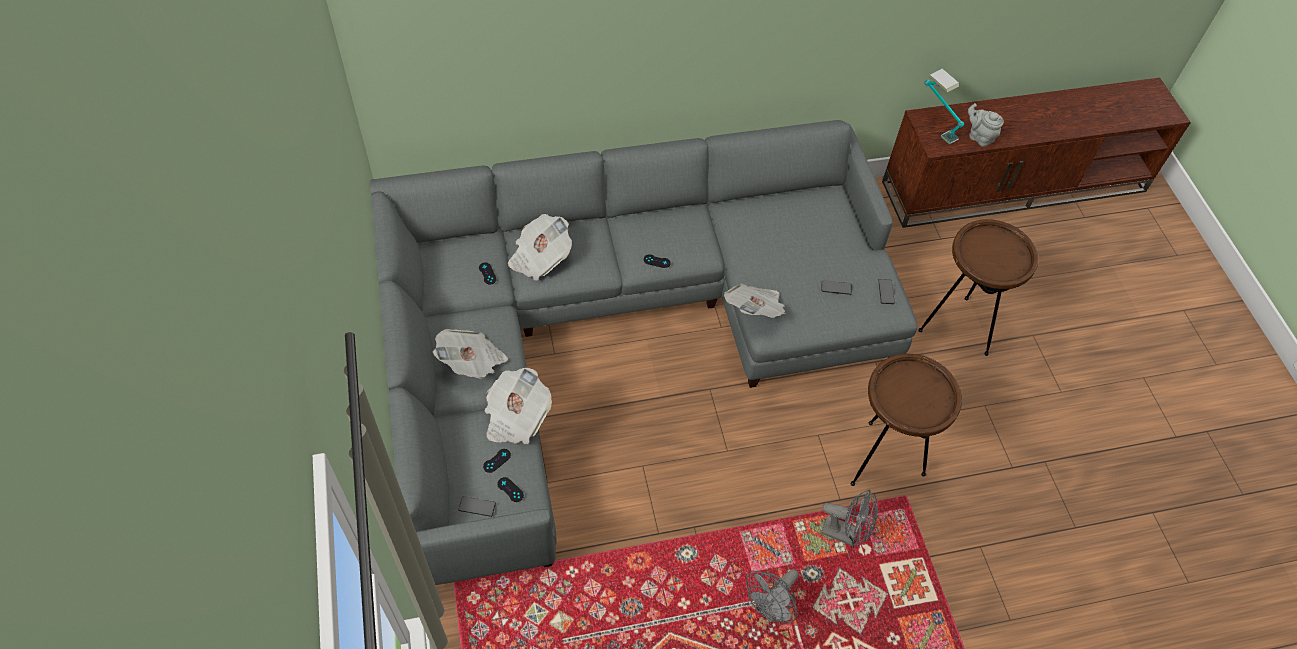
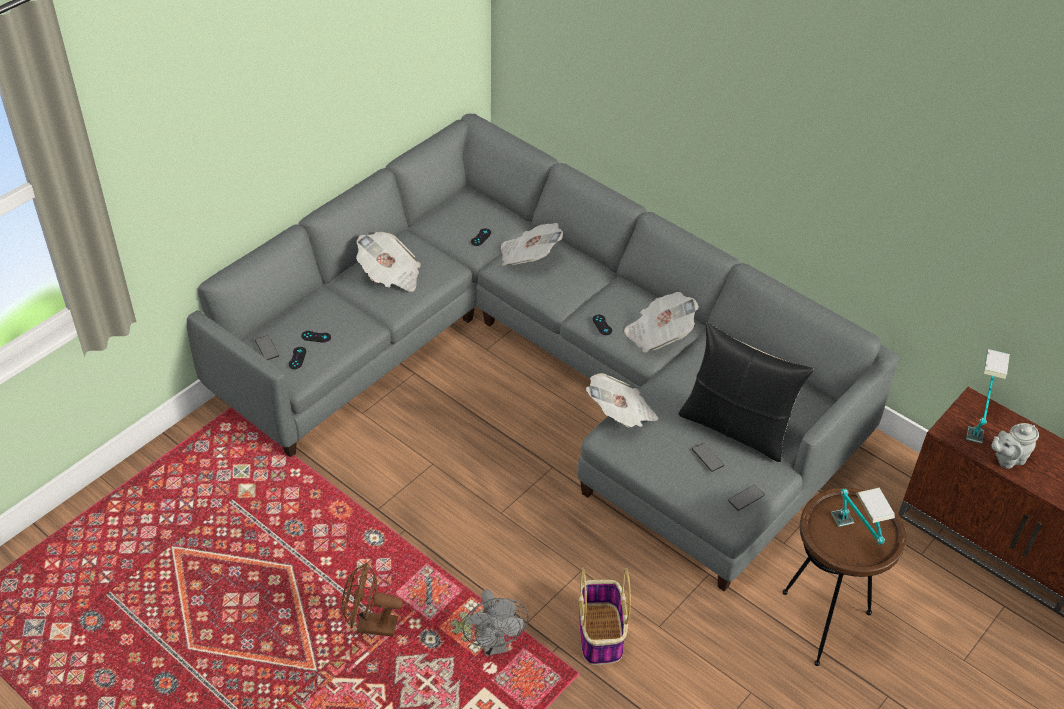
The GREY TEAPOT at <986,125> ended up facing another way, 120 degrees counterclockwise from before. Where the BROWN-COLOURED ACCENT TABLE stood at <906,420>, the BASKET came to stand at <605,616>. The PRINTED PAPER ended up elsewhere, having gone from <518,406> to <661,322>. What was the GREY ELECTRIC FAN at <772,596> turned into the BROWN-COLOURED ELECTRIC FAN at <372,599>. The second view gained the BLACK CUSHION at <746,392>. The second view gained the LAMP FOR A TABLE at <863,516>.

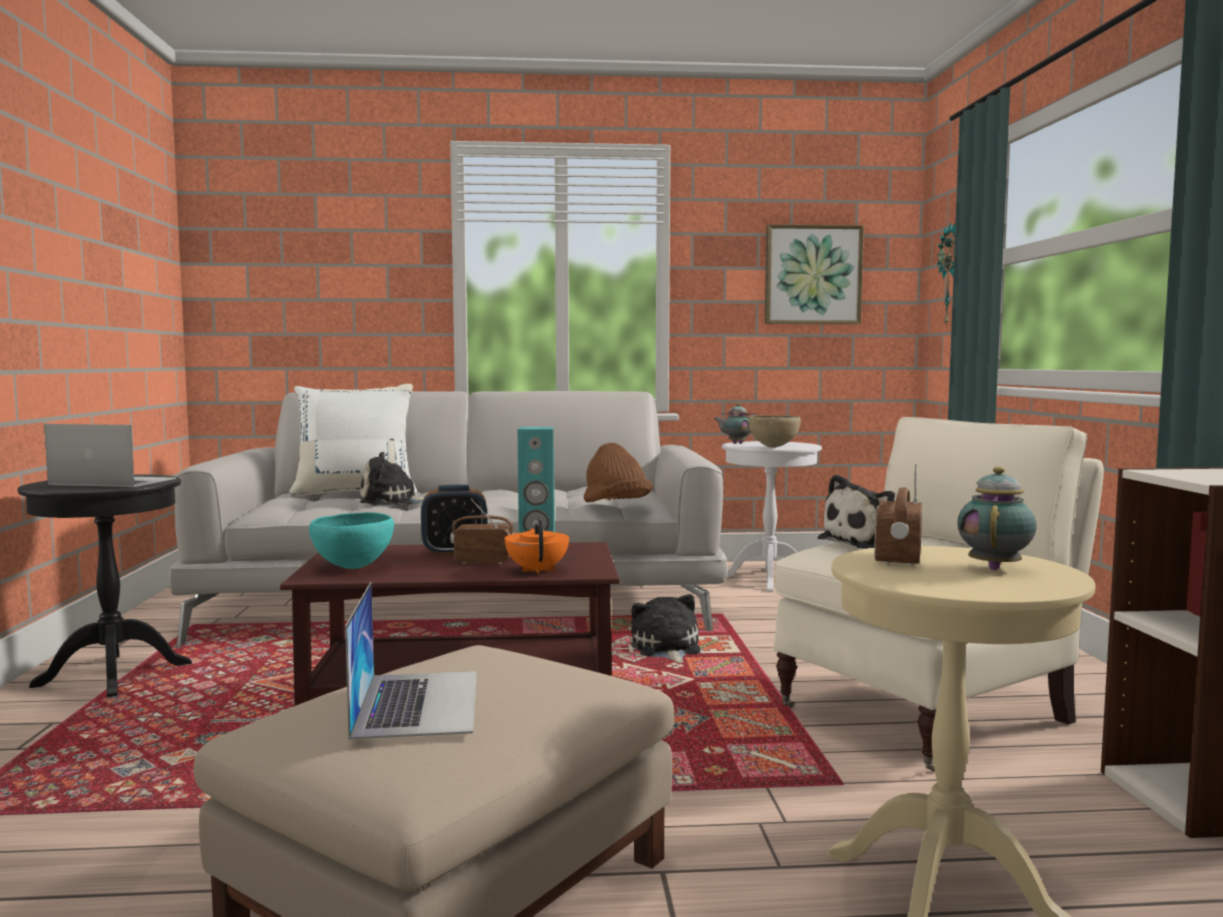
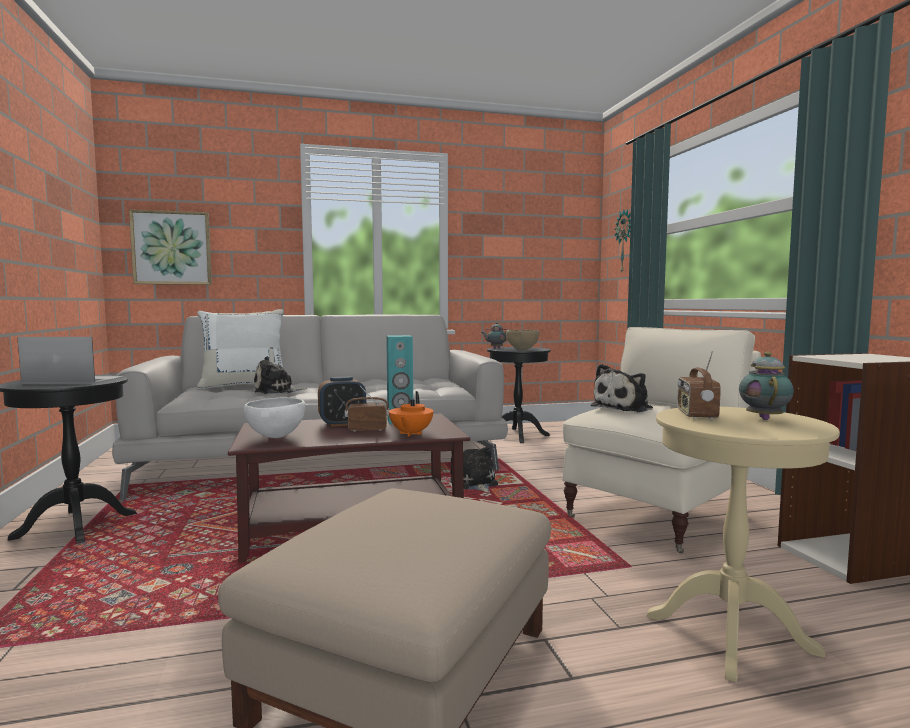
The WALL PICTURE ended up elsewhere, having gone from <814,274> to <170,247>. What was the WHITISH ACCENT TABLE at <772,516> turned into the BLACK ACCENT TABLE at <519,395>. The second view lost the BROWN-COLOURED WEARABLE HAT at <618,472>. What was the BLUE-GREEN DEEP DISH at <351,540> turned into the WHITISH DEEP DISH at <275,417>. The ORANGEY TEAPOT at <537,547> ended up facing another way, 150 degrees counterclockwise from before. The second view lost the LAPTOP at <411,660>.

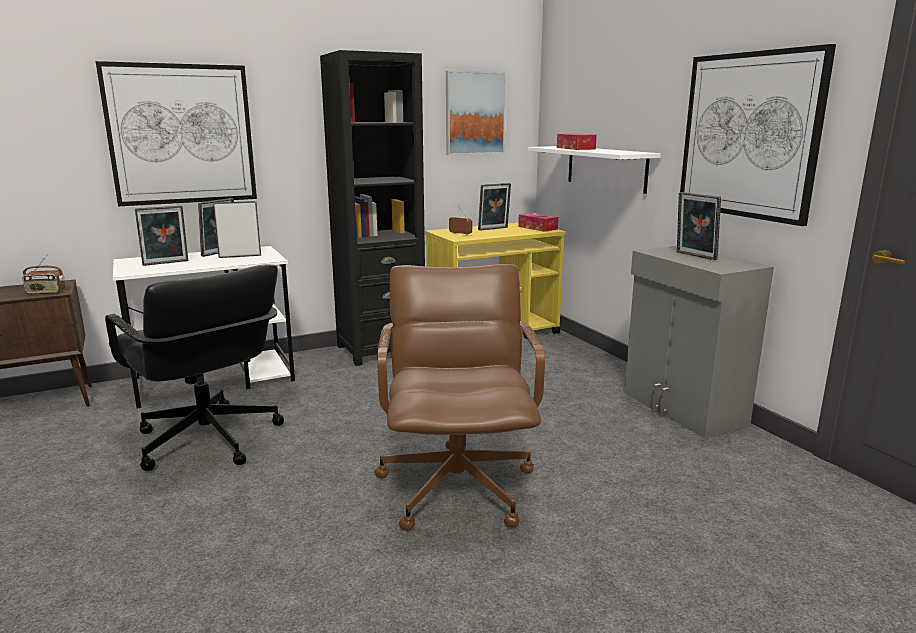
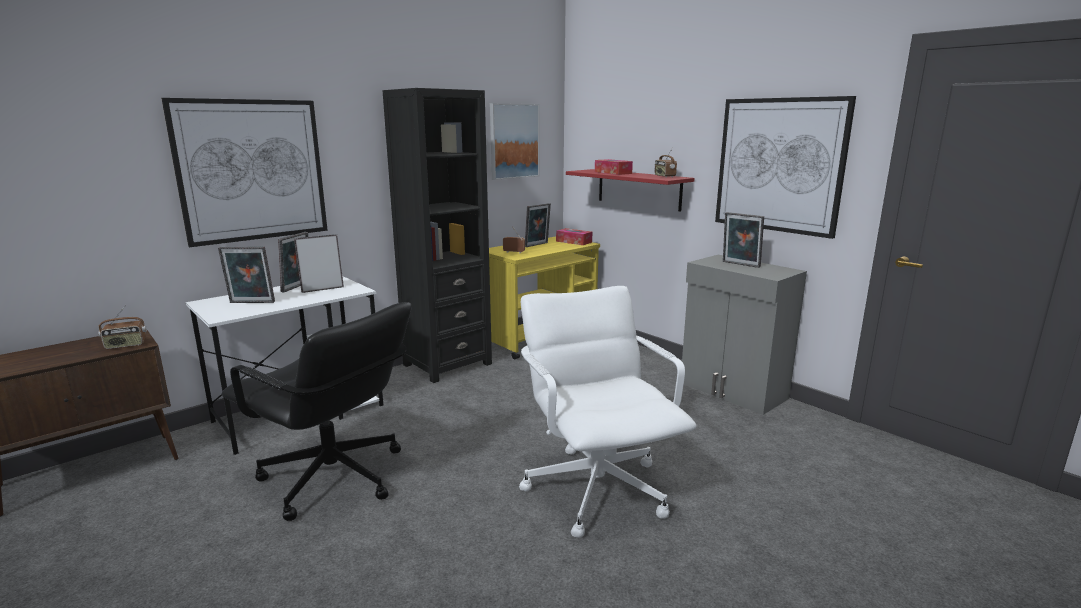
What was the WHITISH BRACKET SHELF at <594,170> turned into the RED BRACKET SHELF at <630,190>. The STANDING FRAME at <161,235> ended up facing another way, 45 degrees clockwise from before. What was the BROWN-COLOURED DESK CHAIR at <459,397> turned into the WHITISH DESK CHAIR at <608,412>. The second view gained the RADIO at <665,162>.

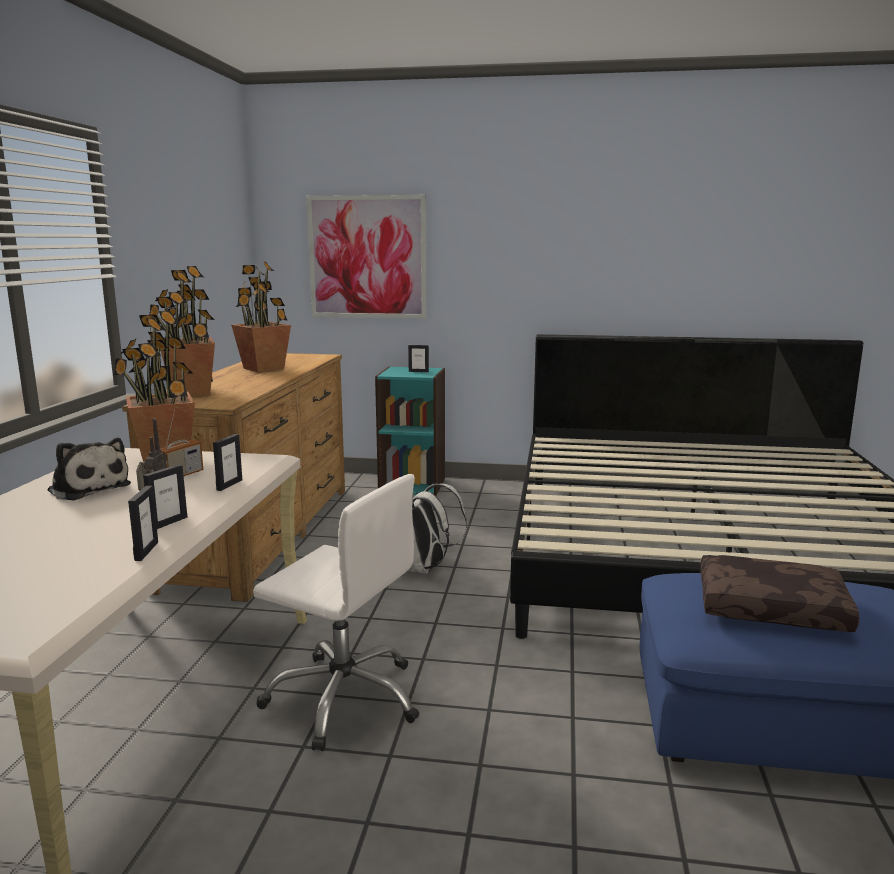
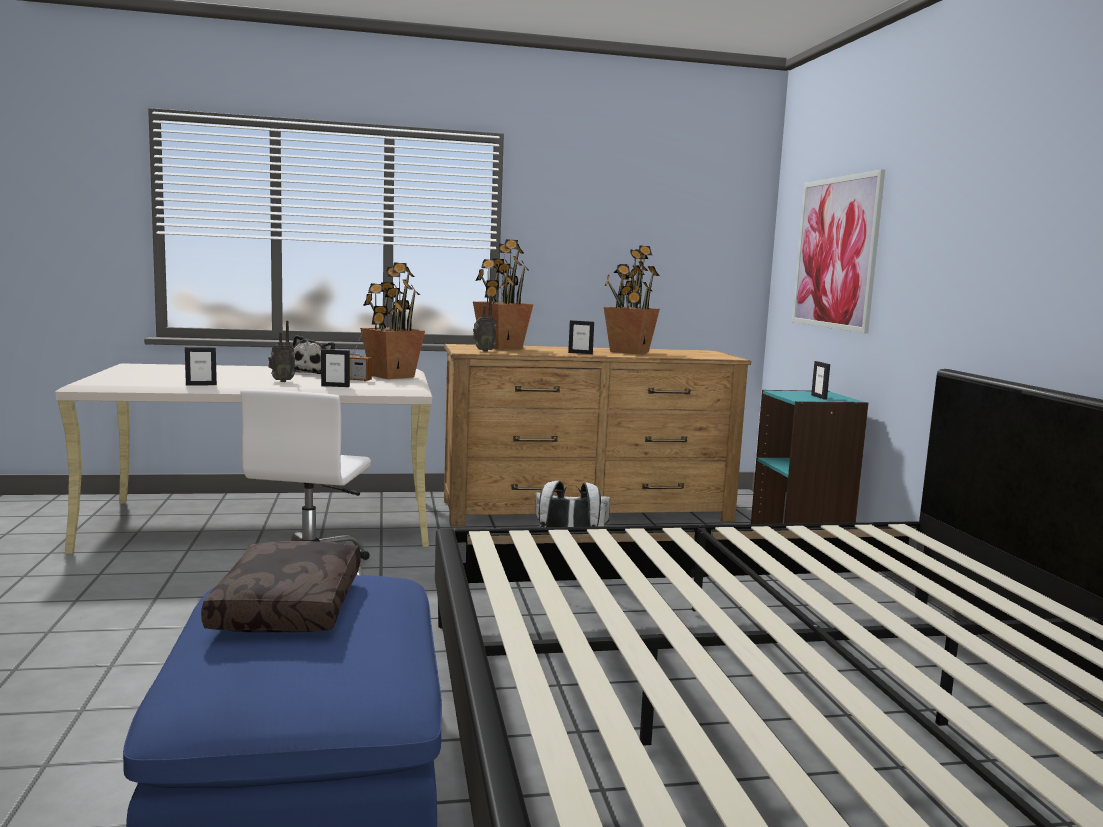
The STANDING FRAME ended up elsewhere, having gone from <165,496> to <581,337>. The second view gained the RADIO at <485,323>.

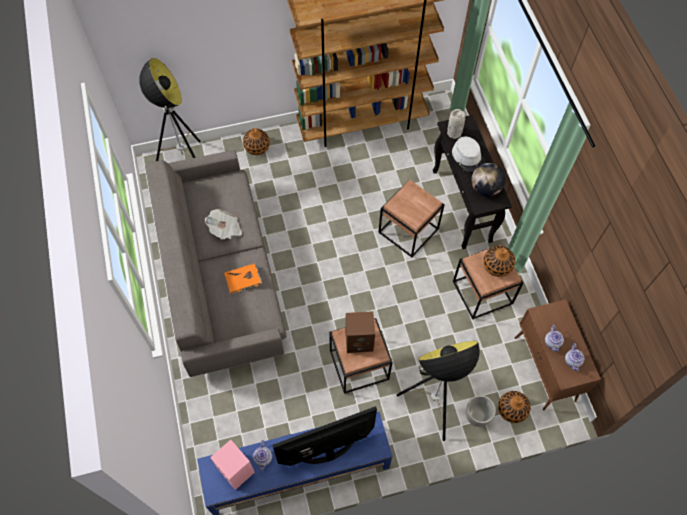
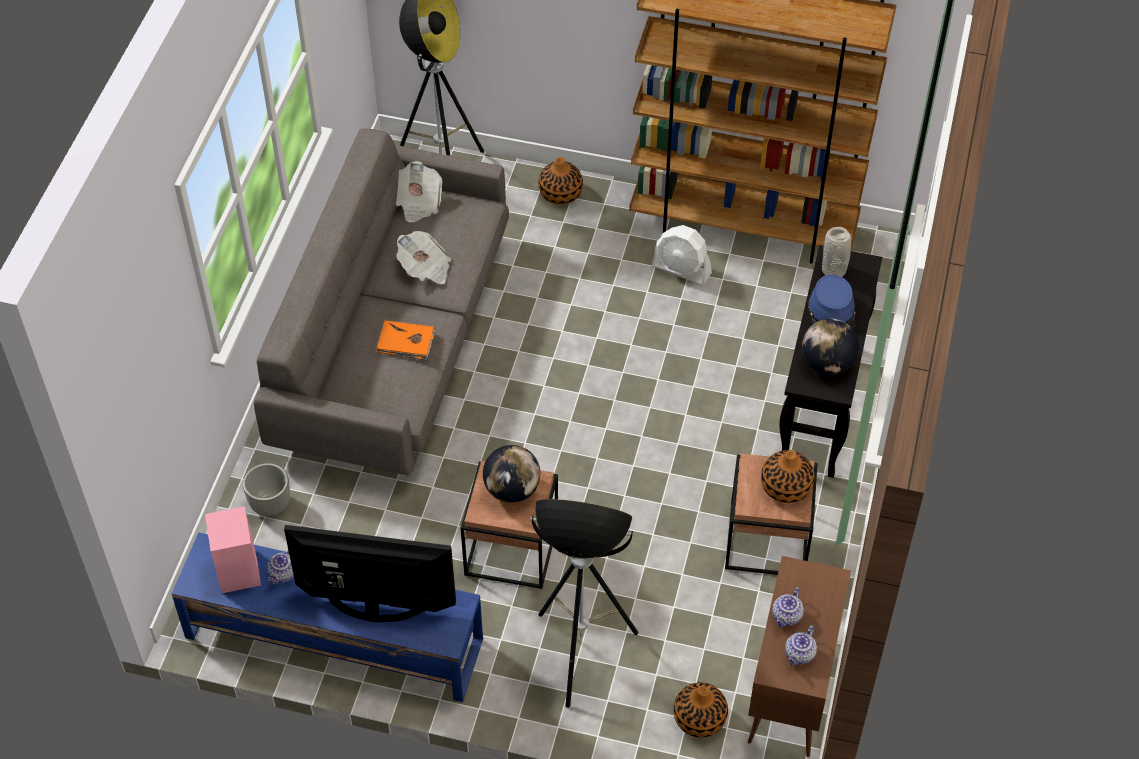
What was the GREY WEARABLE HAT at <469,154> turned into the BLUE-COLOURED WEARABLE HAT at <831,301>. The second view lost the BROWN-COLOURED ACCENT TABLE at <411,219>. Where the BROWN-COLOURED LOUDSPEAKER stood at <360,332>, the DESK GLOBE came to stand at <512,474>. The PLANTER ended up elsewhere, having gone from <481,411> to <266,489>. The second view gained the PRINTED PAPER at <419,192>. The second view gained the WHITISH ELECTRIC FAN at <682,255>.

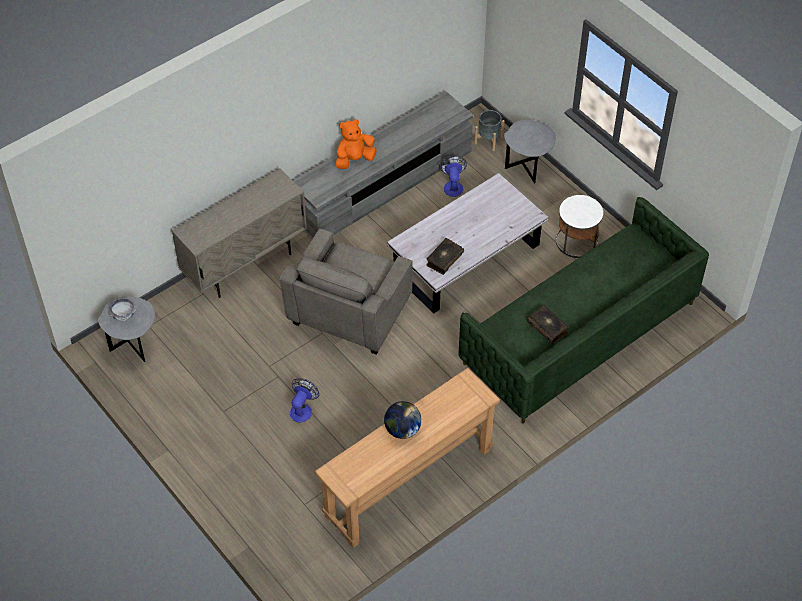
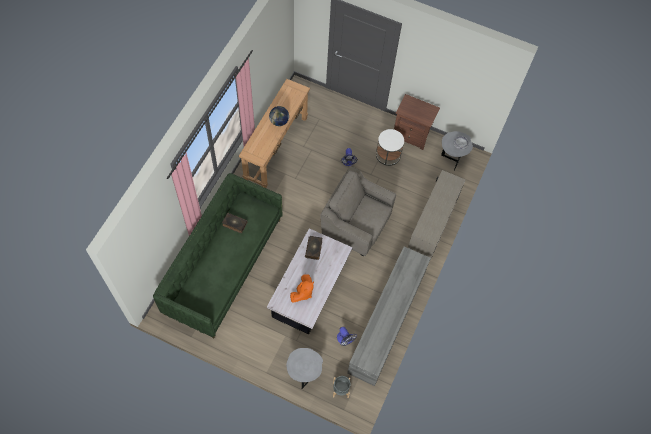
The ORANGEY CUDDLY TOY ended up elsewhere, having gone from <356,144> to <302,288>. The WHITISH ACCENT TABLE ended up elsewhere, having gone from <579,226> to <390,147>. The GREY EASY CHAIR at <346,291> ended up facing another way, 60 degrees counterclockwise from before. The second view gained the BROWN-COLOURED NIGHTSTAND at <417,122>.

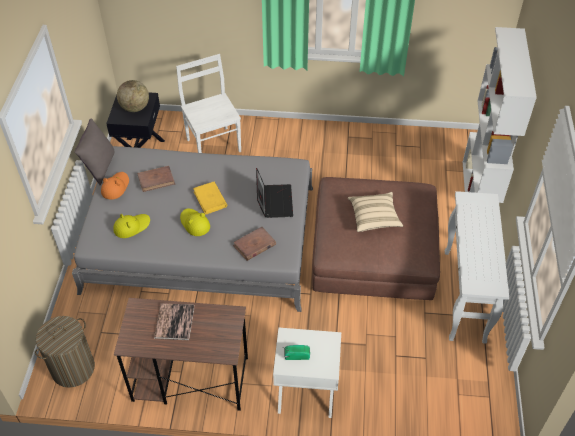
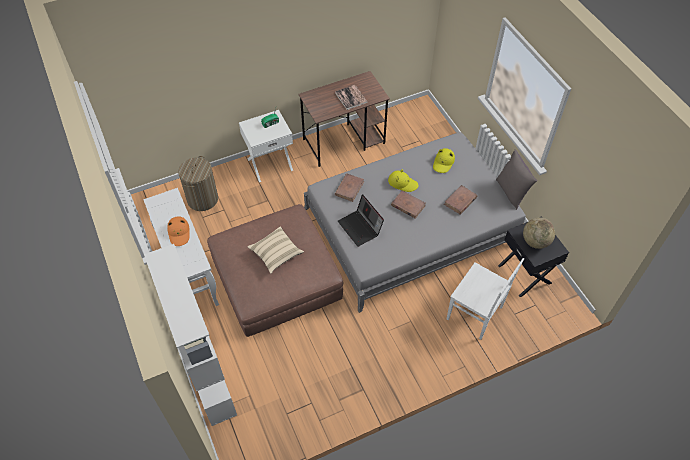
The ORANGEY WEARABLE HAT ended up elsewhere, having gone from <115,186> to <178,231>. What was the YELLOW BOUND BOOK at <210,198> turned into the BROWN-COLOURED BOUND BOOK at <408,205>. The LAUNDRY BASKET ended up elsewhere, having gone from <65,352> to <198,183>.

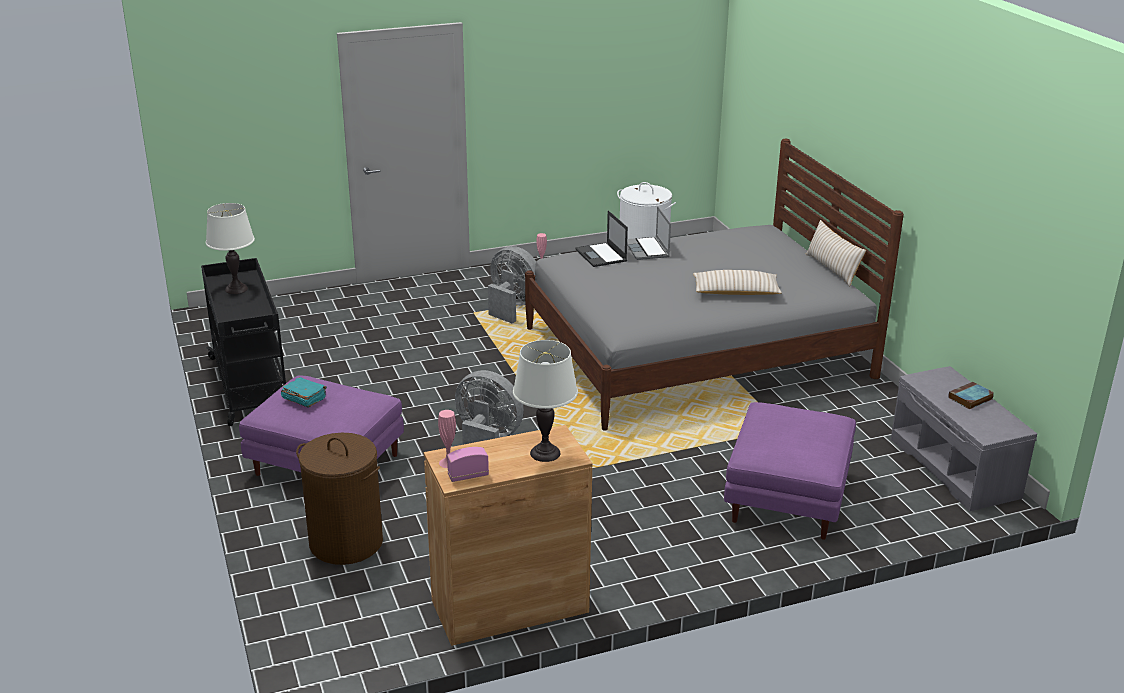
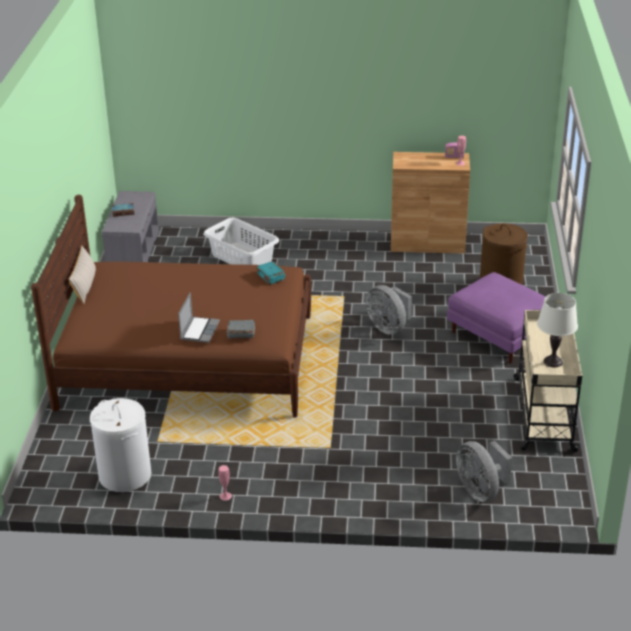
What was the GREY BEDROOM BED at <714,284> turned into the BROWN-COLOURED BEDROOM BED at <171,306>. Where the LAPTOP stood at <602,238>, the GREY BOUND BOOK came to stand at <241,329>. The GREY ELECTRIC FAN ended up elsewhere, having gone from <512,285> to <484,471>. What was the BLACK TROLLEY at <243,342> turned into the SAND-COLOURED TROLLEY at <548,381>. The second view lost the SAND-COLOURED CUSHION at <737,282>. The second view lost the WHITISH LAMP FOR A TABLE at <545,401>. The BLUE-GREEN BOUND BOOK ended up elsewhere, having gone from <304,392> to <270,273>. Where the PURPLISH FOOTREST stood at <790,471>, the WHITISH LAUNDRY BASKET came to stand at <241,241>.

